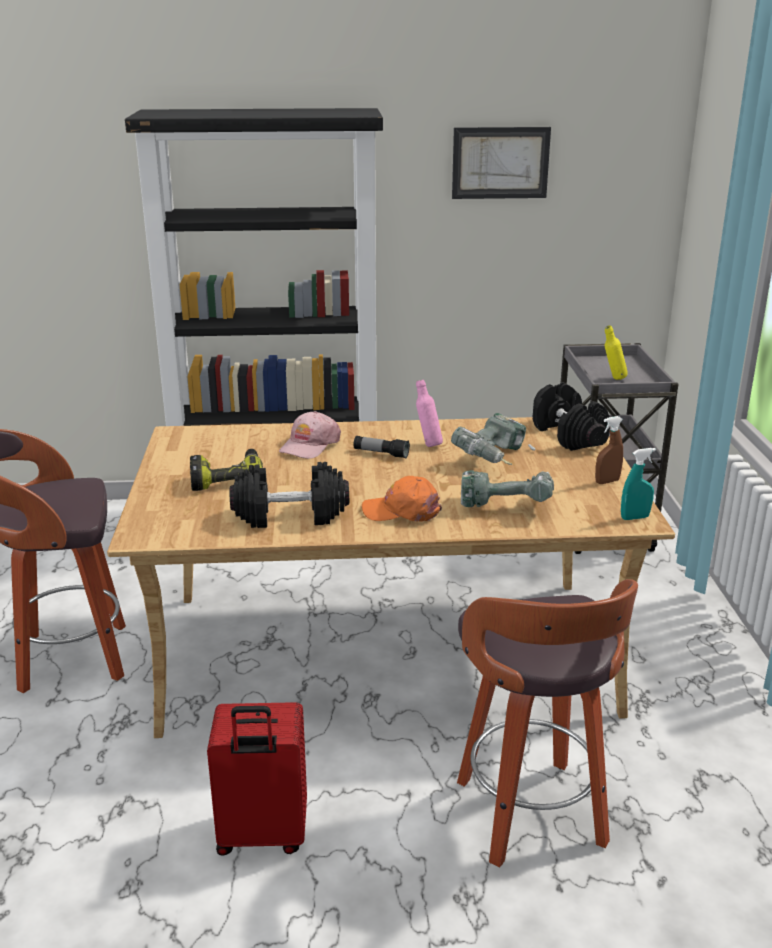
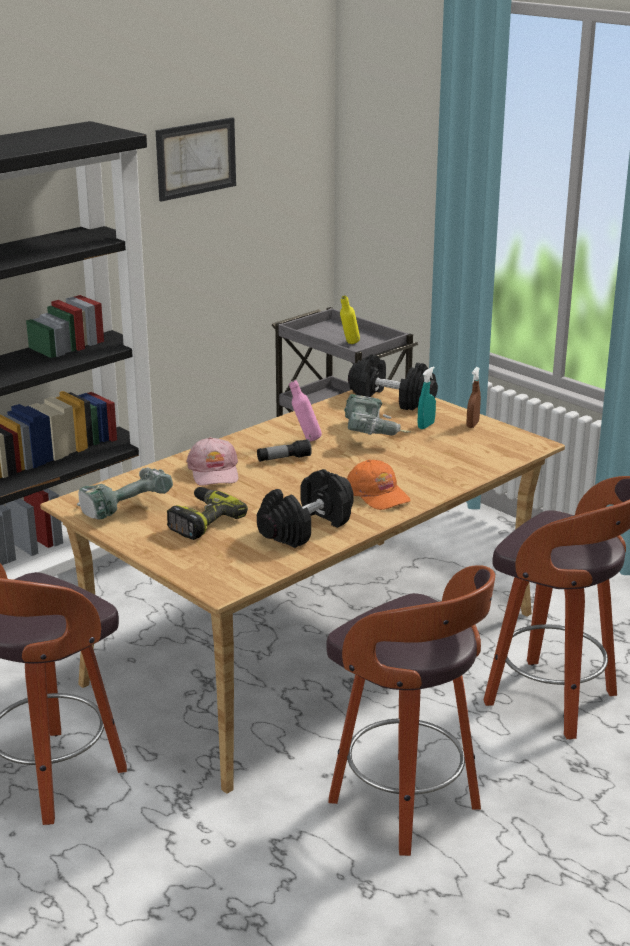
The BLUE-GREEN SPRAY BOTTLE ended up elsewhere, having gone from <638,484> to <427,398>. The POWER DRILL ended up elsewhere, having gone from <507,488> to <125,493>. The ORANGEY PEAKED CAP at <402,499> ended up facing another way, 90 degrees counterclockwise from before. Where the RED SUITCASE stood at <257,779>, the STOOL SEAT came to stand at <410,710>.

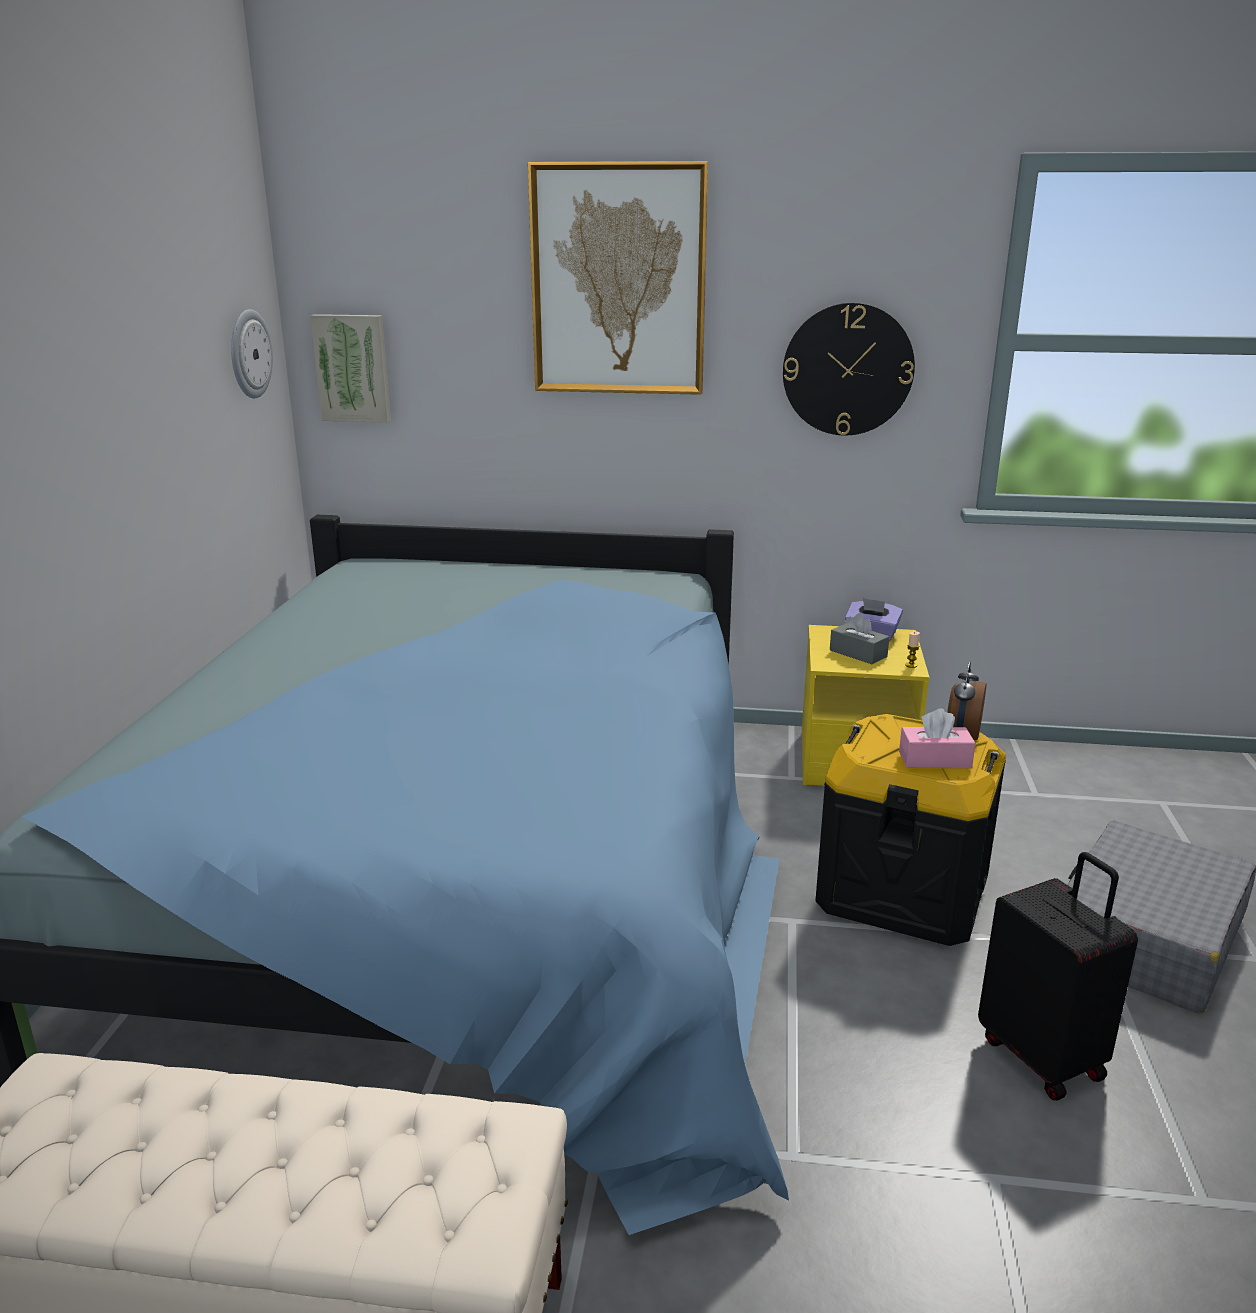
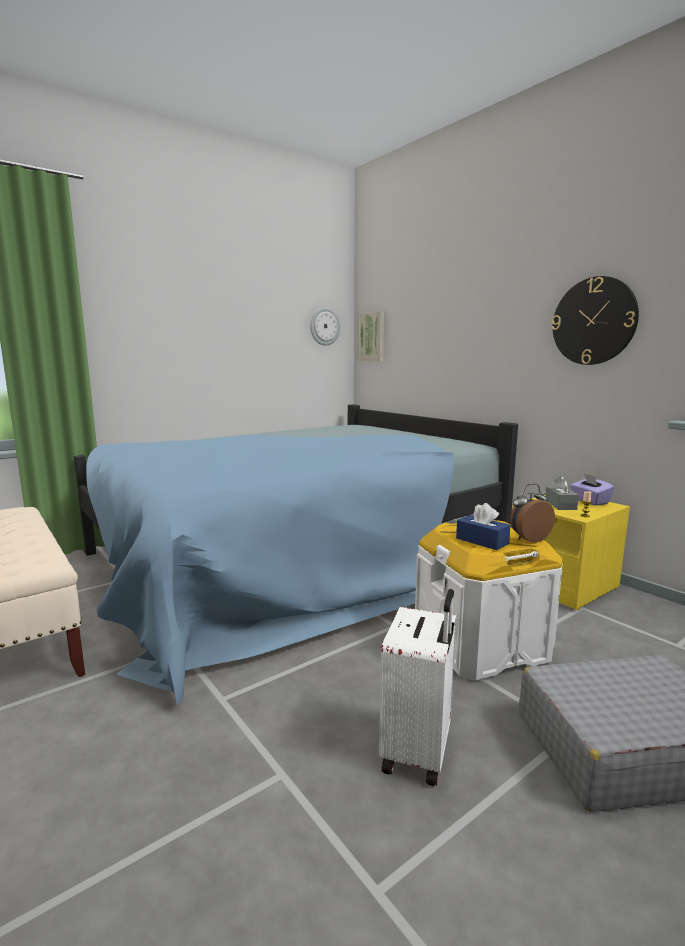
The second view lost the WALL PICTURE at <618,278>. What was the PINK-COLOURED TISSUE BOX at <937,738> turned into the BLUE-COLOURED TISSUE BOX at <483,526>. What was the BLACK STORAGE BIN at <910,830> turned into the WHITISH STORAGE BIN at <489,600>. What was the BLACK SUITCASE at <1058,976> turned into the WHITISH SUITCASE at <417,687>.

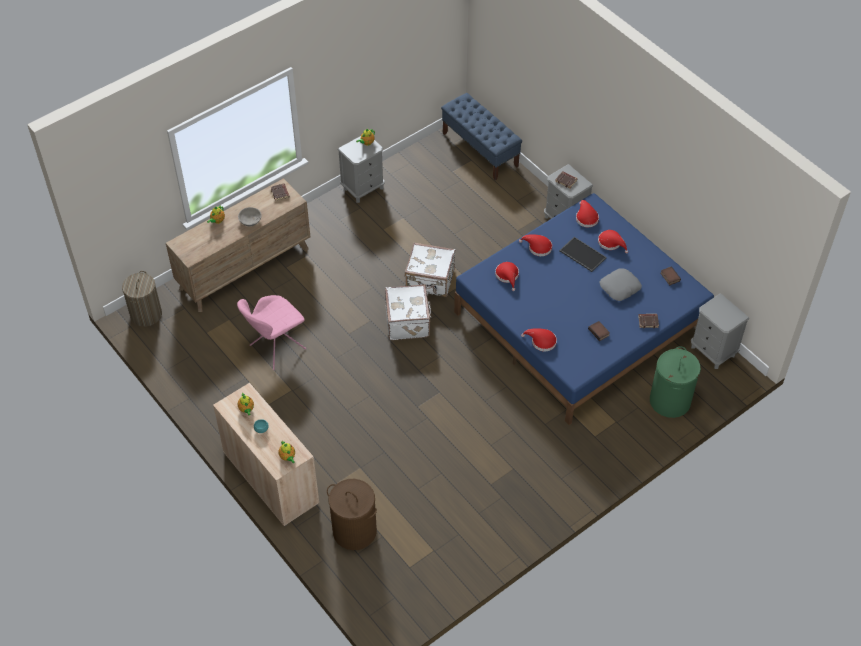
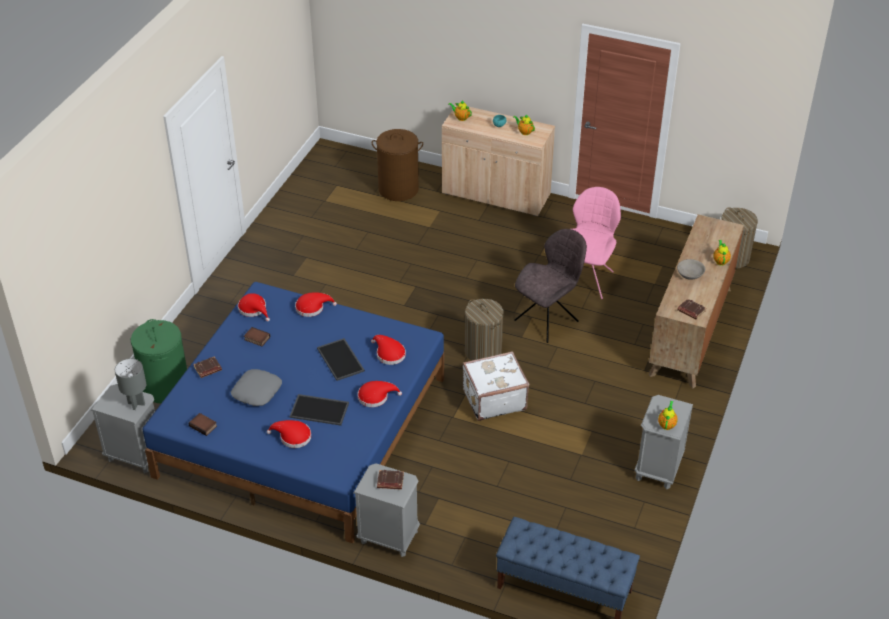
The RED WEARABLE HAT ended up elsewhere, having gone from <587,213> to <254,307>. Where the WHITISH SUITCASE stood at <408,312>, the LAUNDRY BASKET came to stand at <484,330>. The second view gained the GREY UPRIGHT CHAIR at <551,286>. The second view gained the TRAY at <341,359>. The second view gained the GREY LAMP FOR A TABLE at <130,384>.

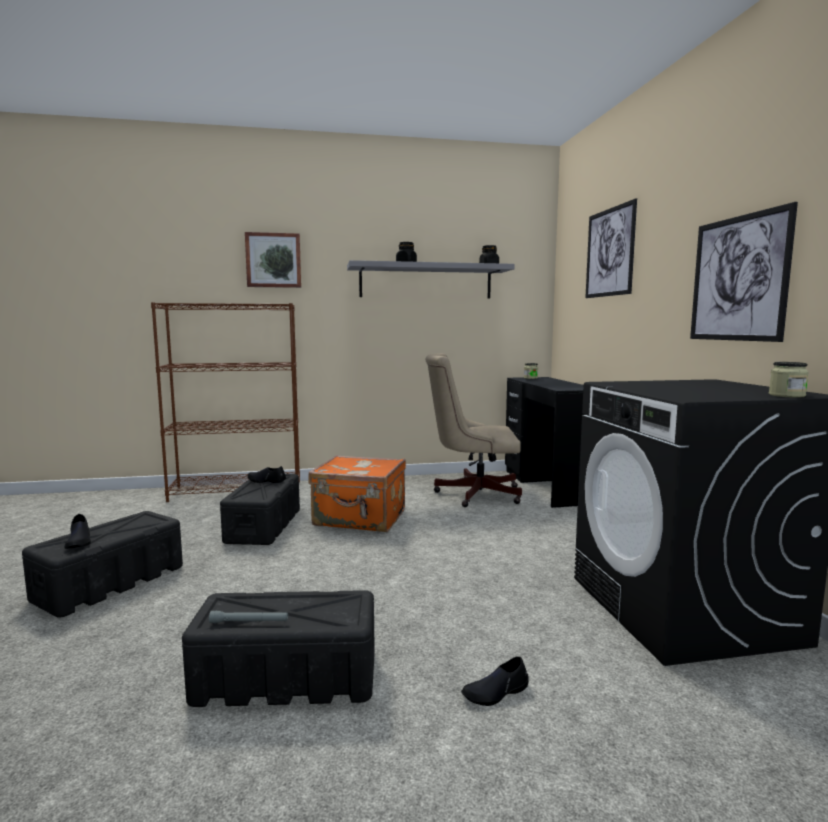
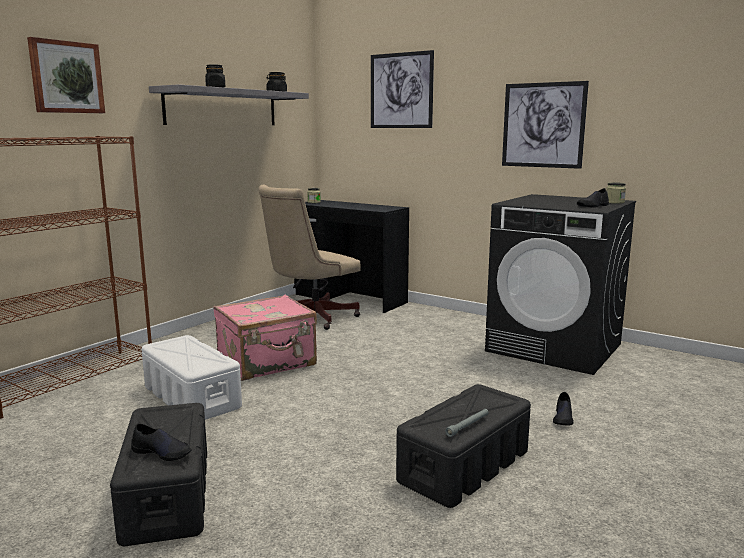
What was the ORANGEY SUITCASE at <357,493> turned into the PINK-COLOURED SUITCASE at <265,338>. The BLACK LOW SHOE ended up elsewhere, having gone from <266,474> to <593,198>. What was the BLACK STORAGE BIN at <260,509> turned into the WHITISH STORAGE BIN at <192,377>.

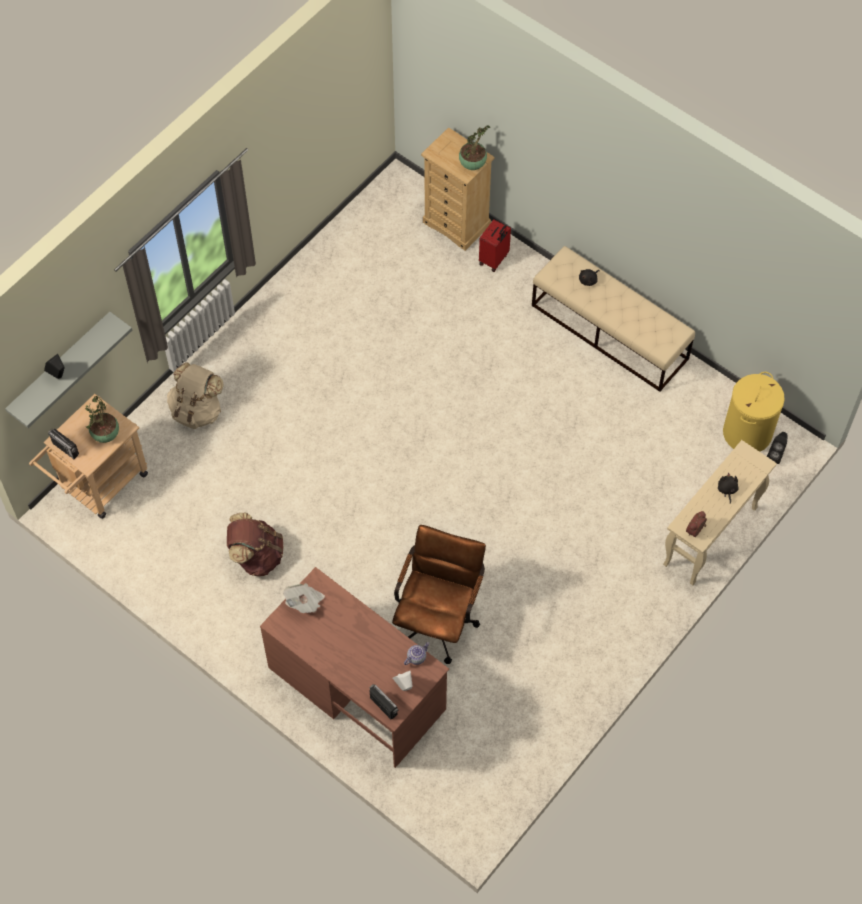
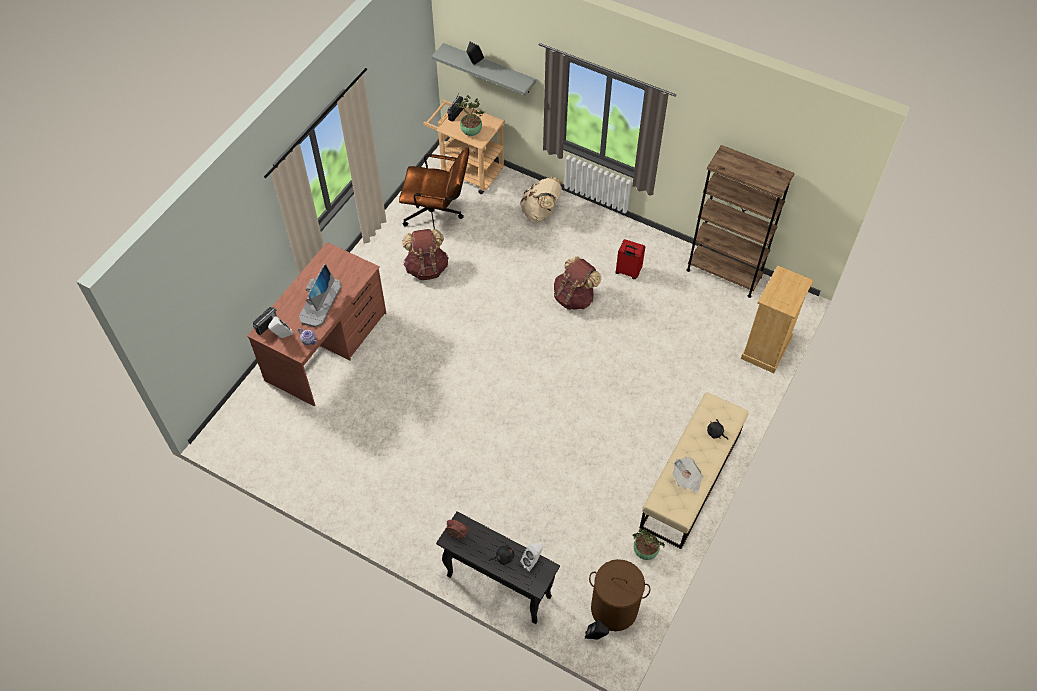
The PLANT IN A POT ended up elsewhere, having gone from <474,147> to <649,544>. The RED SUITCASE ended up elsewhere, having gone from <495,245> to <630,259>. What was the YELLOW LAUNDRY BASKET at <754,412> turned into the BROWN-COLOURED LAUNDRY BASKET at <620,595>. What was the SAND-COLOURED HALL TABLE at <720,512> turned into the BLACK HALL TABLE at <498,567>. The BROWN-COLOURED DESK CHAIR ended up elsewhere, having gone from <439,594> to <434,188>. The PRINTED PAPER ended up elsewhere, having gone from <304,598> to <687,475>. The second view gained the BROWN-COLOURED SHELVING UNIT at <740,221>. The second view gained the BROWN-COLOURED KNAPSACK at <577,283>. The second view gained the COMPUTER SCREEN at <320,296>. The second view gained the WHITISH LOUDSPEAKER at <532,557>.

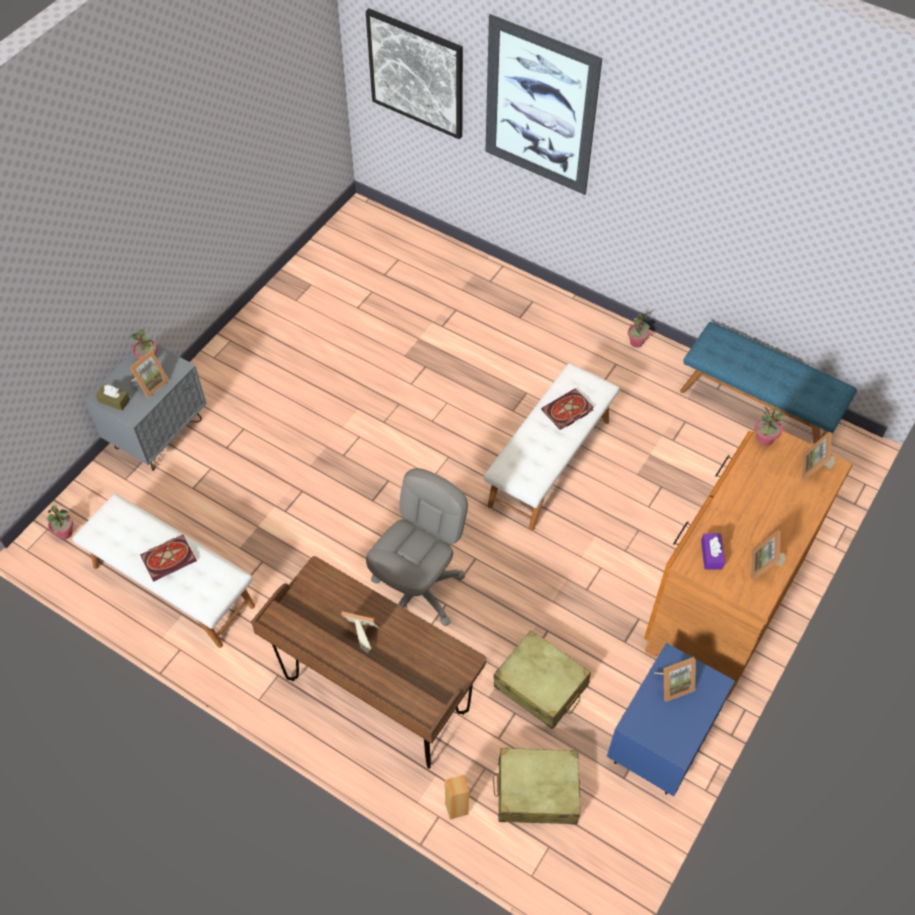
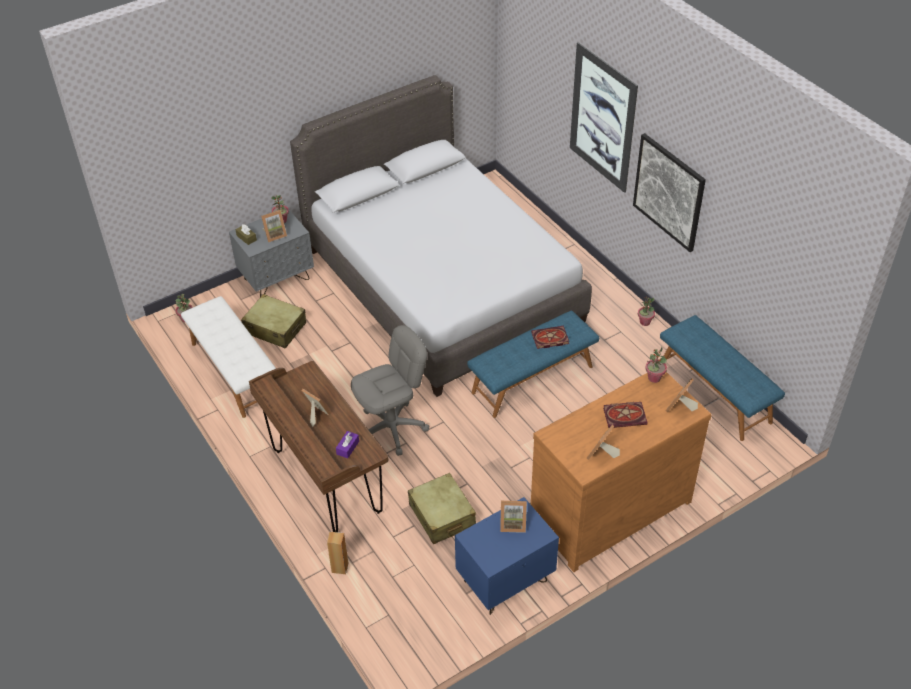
The WALL PICTURE ended up elsewhere, having gone from <414,74> to <669,192>. What was the WHITISH LONG SEAT at <551,447> turned into the BLUE-COLOURED LONG SEAT at <533,364>. The PURPLISH TISSUE BOX ended up elsewhere, having gone from <713,551> to <347,445>. The BOUND BOOK ended up elsewhere, having gone from <168,558> to <625,415>. The SAND-COLOURED SUITCASE ended up elsewhere, having gone from <537,786> to <273,321>. The second view gained the GREY BEDROOM BED at <441,236>.

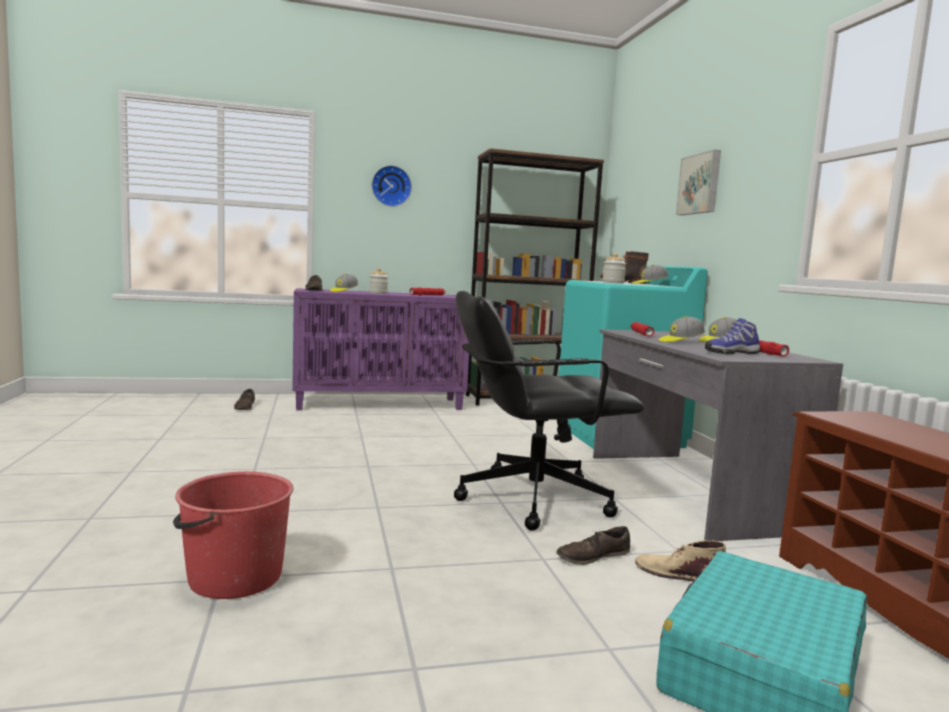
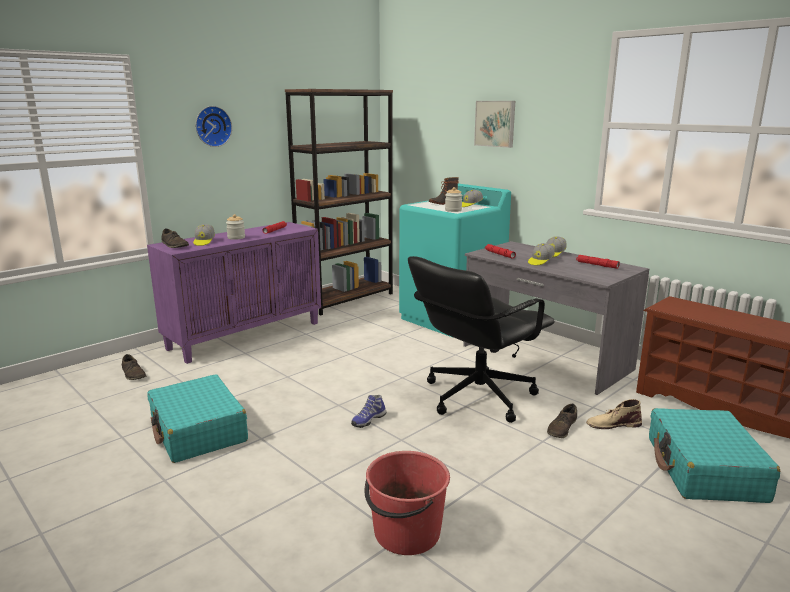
The LOW SHOE ended up elsewhere, having gone from <732,336> to <368,411>. The second view gained the BLUE-GREEN SUITCASE at <197,418>.

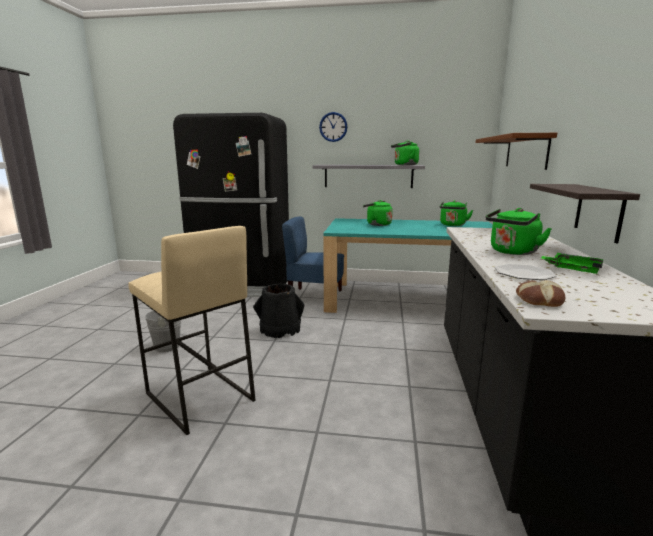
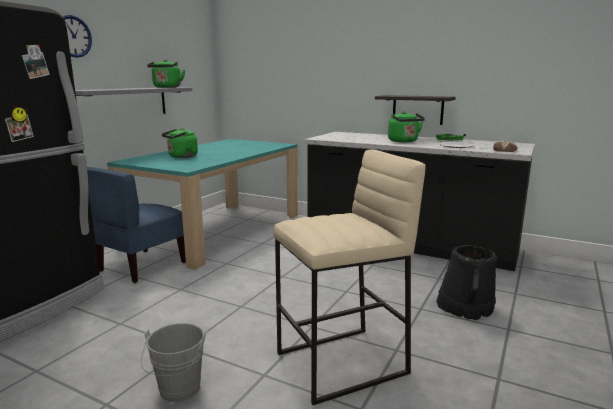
The second view lost the BROWN-COLOURED BRACKET SHELF at <516,151>. The second view lost the GREENISH TEA KETTLE at <456,213>. The BLACK PAIL ended up elsewhere, having gone from <278,311> to <466,282>.

